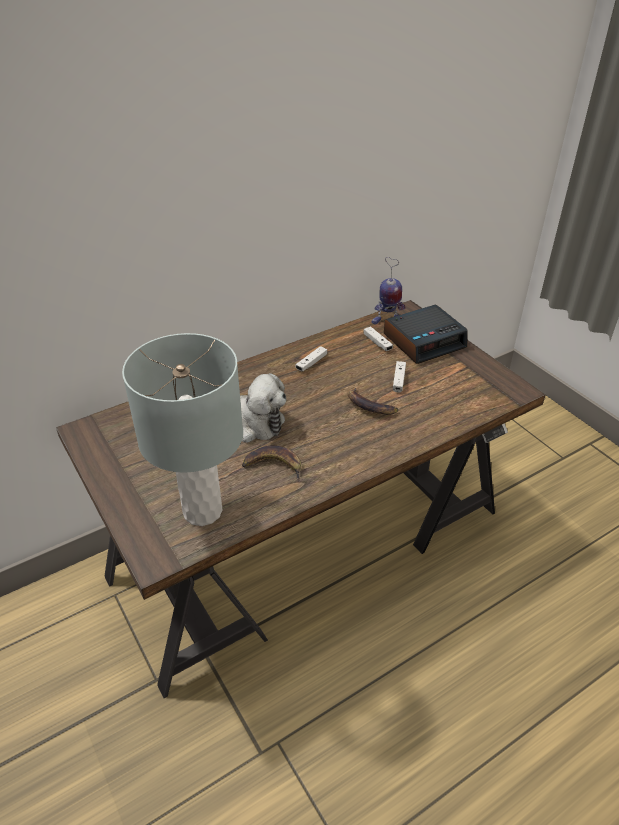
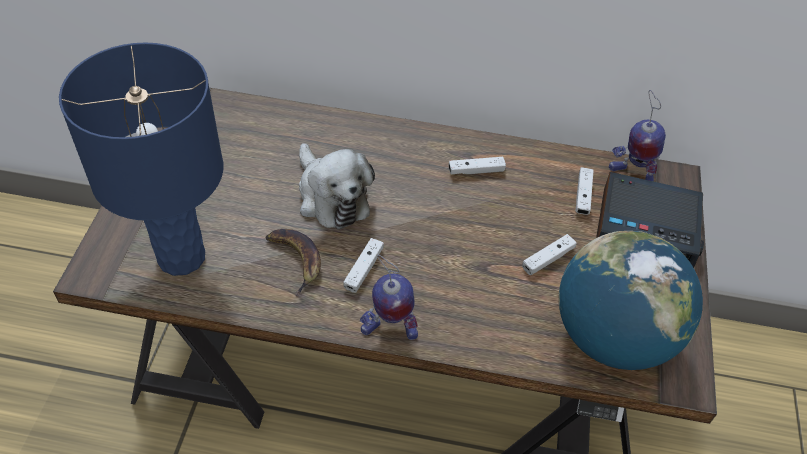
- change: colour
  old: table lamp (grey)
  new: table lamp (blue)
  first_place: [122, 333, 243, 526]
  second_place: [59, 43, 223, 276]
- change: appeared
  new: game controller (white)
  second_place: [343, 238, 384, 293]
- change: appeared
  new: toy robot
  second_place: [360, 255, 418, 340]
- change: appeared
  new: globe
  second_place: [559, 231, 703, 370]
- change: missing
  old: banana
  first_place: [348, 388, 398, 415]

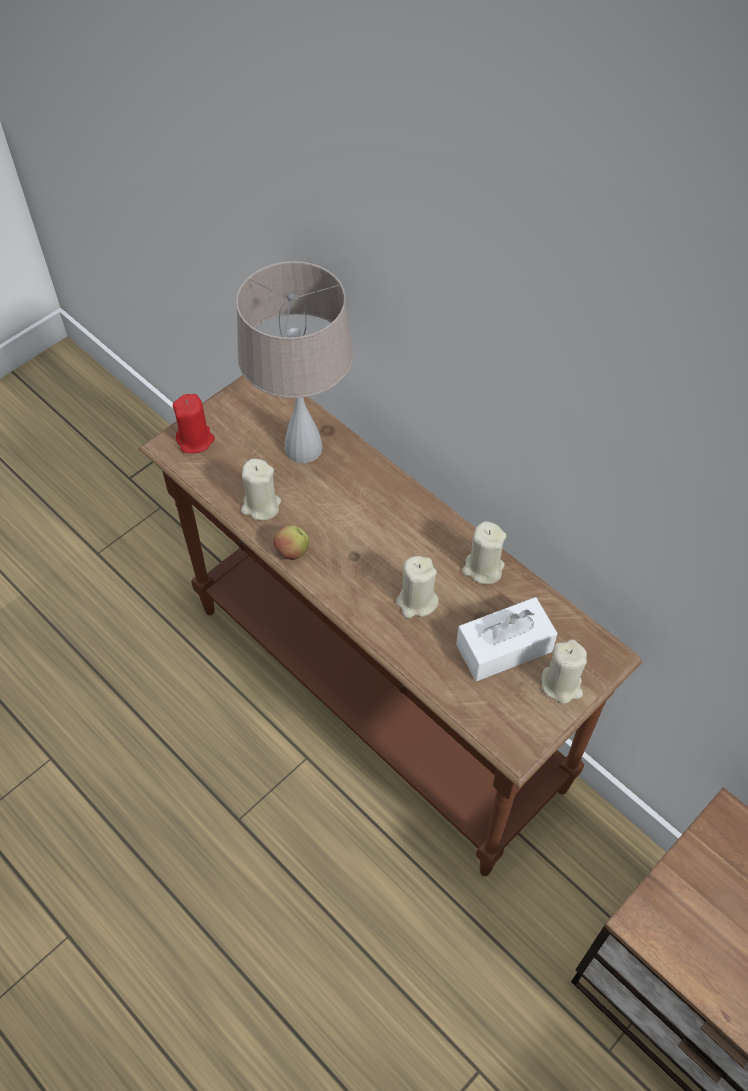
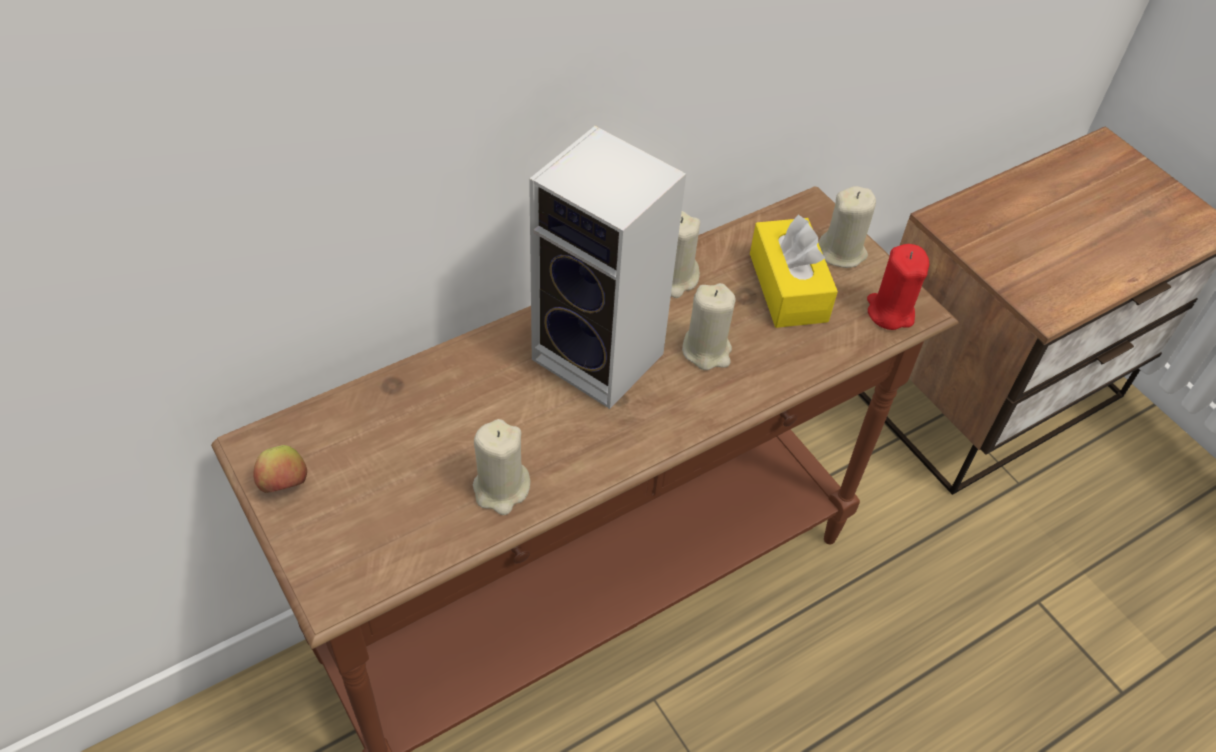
- change: relocated
  old: apple
  first_place: [273, 525, 309, 560]
  second_place: [253, 445, 307, 493]
- change: appeared
  new: speaker
  second_place: [529, 126, 686, 409]
- change: colour
  old: tissue box (white)
  new: tissue box (yellow)
  first_place: [456, 597, 558, 681]
  second_place: [750, 215, 838, 328]
- change: relocated
  old: candle (red)
  first_place: [173, 394, 215, 453]
  second_place: [867, 244, 930, 330]
- change: missing
  old: table lamp (beige)
  first_place: [236, 261, 354, 463]

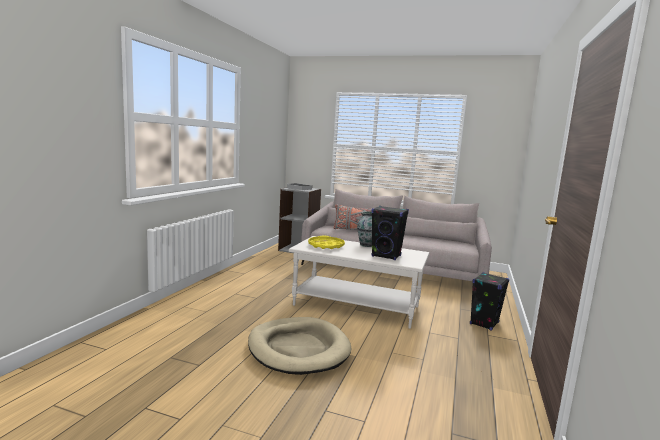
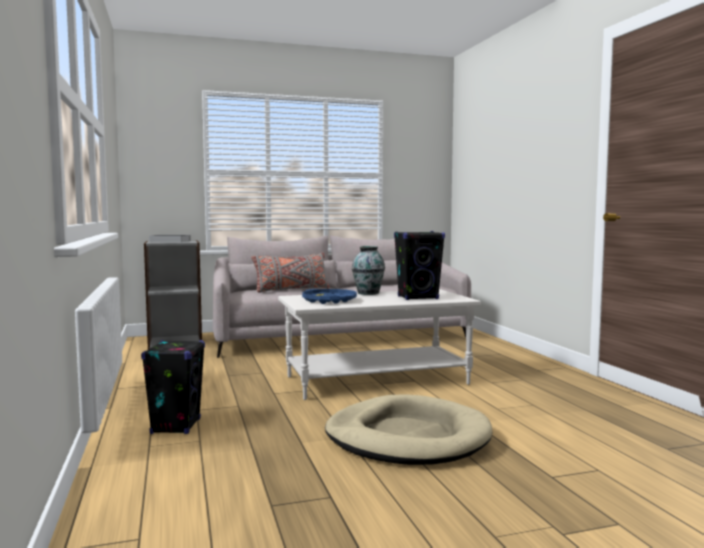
- change: relocated
  old: speaker (black)
  first_place: [470, 272, 509, 330]
  second_place: [141, 340, 205, 434]
- change: colour
  old: tray (yellow)
  new: tray (blue)
  first_place: [308, 236, 345, 249]
  second_place: [302, 289, 357, 304]

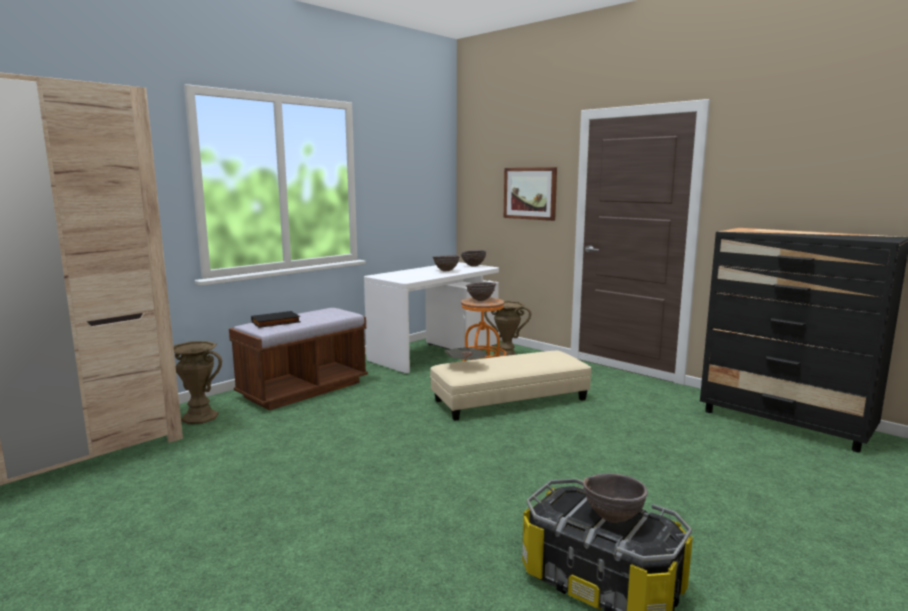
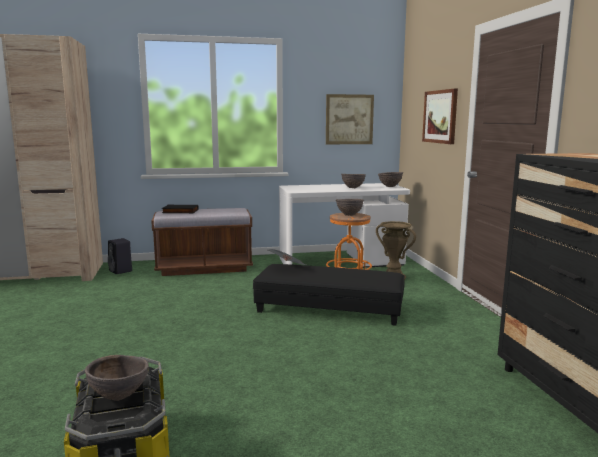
- change: exchanged
  old: vase (brown)
  new: speaker (black)
  first_place: [173, 341, 222, 424]
  second_place: [108, 238, 132, 274]
- change: colour
  old: ottoman (beige)
  new: ottoman (black)
  first_place: [430, 351, 591, 421]
  second_place: [253, 264, 405, 326]
- change: appeared
  new: picture
  second_place: [326, 94, 374, 144]

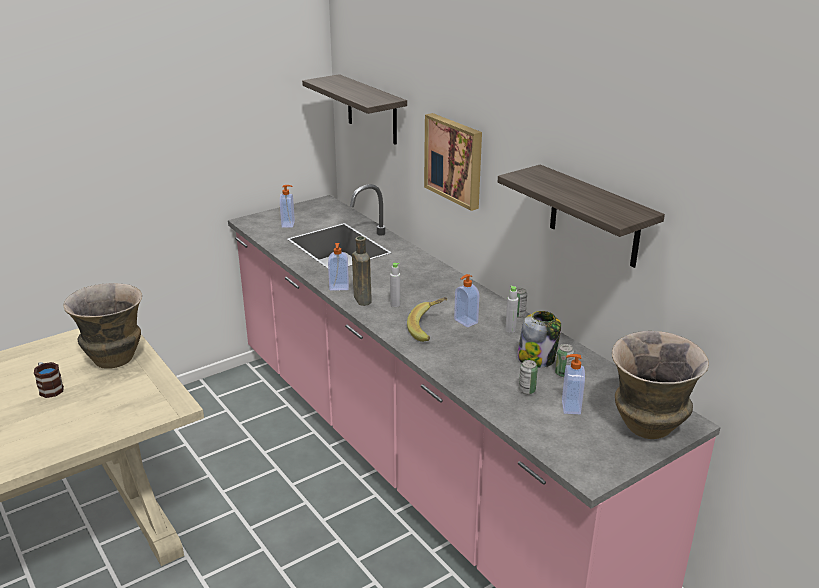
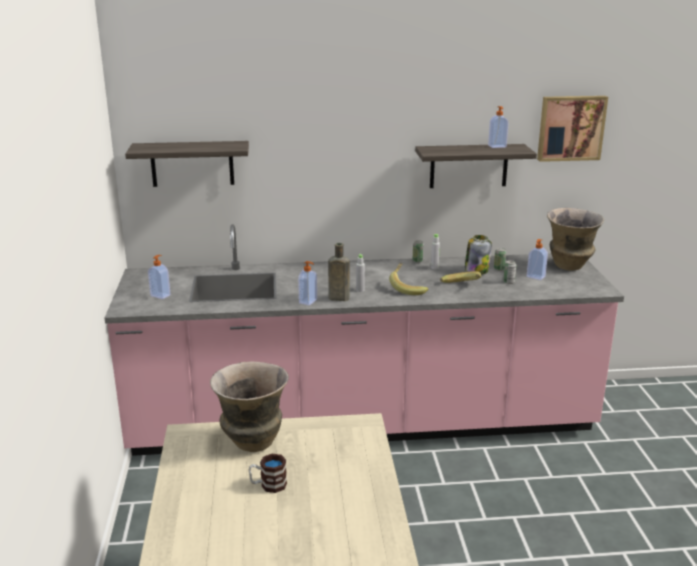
- change: appeared
  new: banana
  second_place: [440, 271, 482, 283]
- change: relocated
  old: soap dispenser
  first_place: [454, 274, 479, 327]
  second_place: [488, 106, 508, 148]
- change: relocated
  old: picture
  first_place: [424, 113, 482, 211]
  second_place: [537, 96, 608, 162]

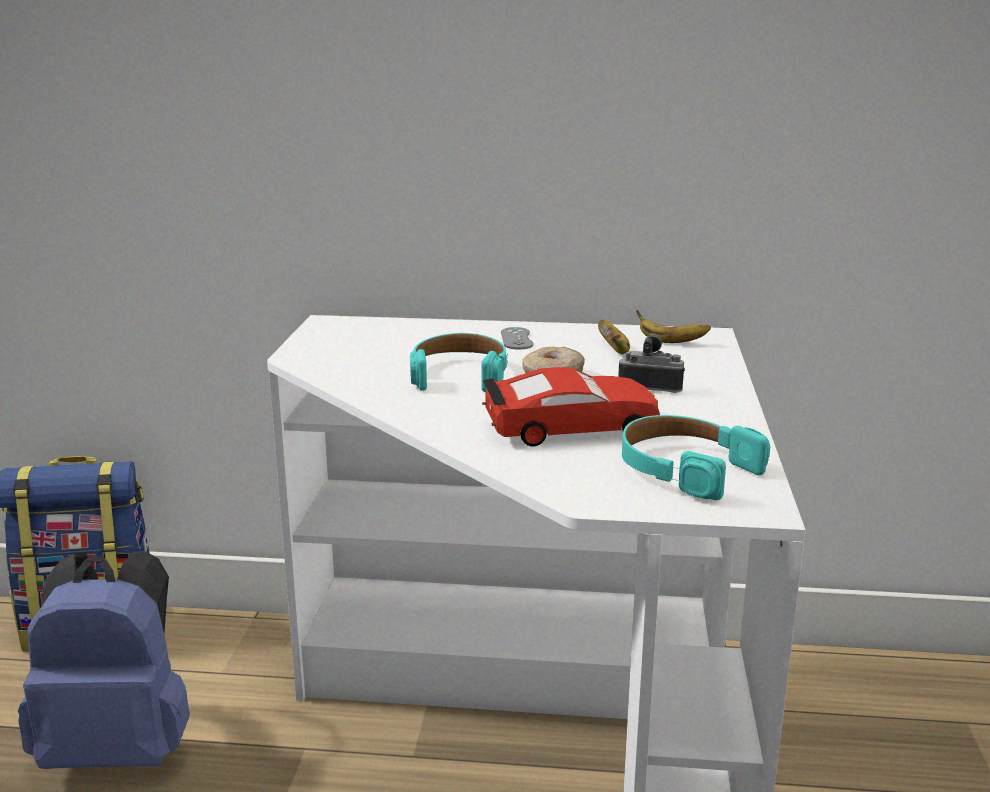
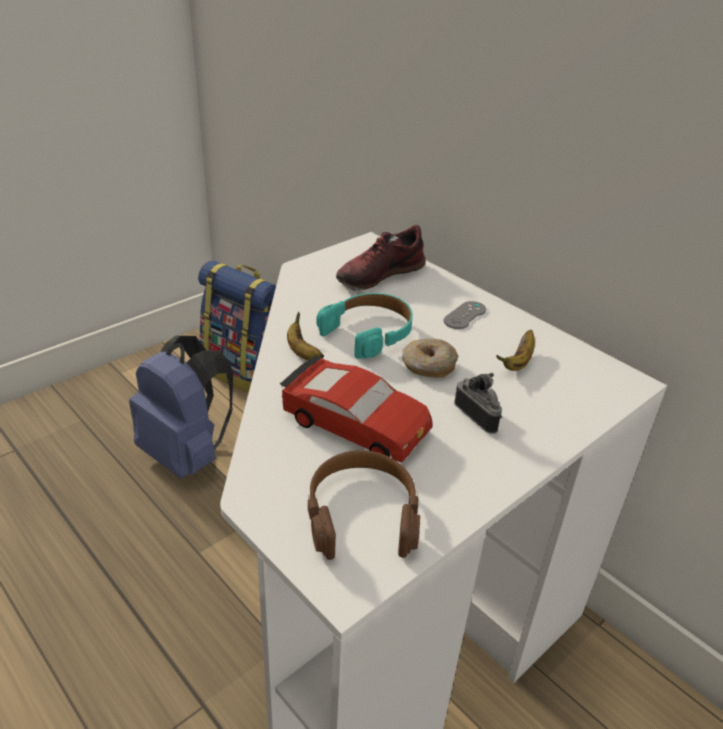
- change: relocated
  old: banana
  first_place: [636, 310, 711, 343]
  second_place: [287, 312, 324, 360]
- change: colour
  old: headphones (turquoise)
  new: headphones (brown)
  first_place: [622, 415, 770, 500]
  second_place: [308, 450, 420, 560]
- change: appeared
  new: shoe
  second_place: [336, 225, 425, 291]

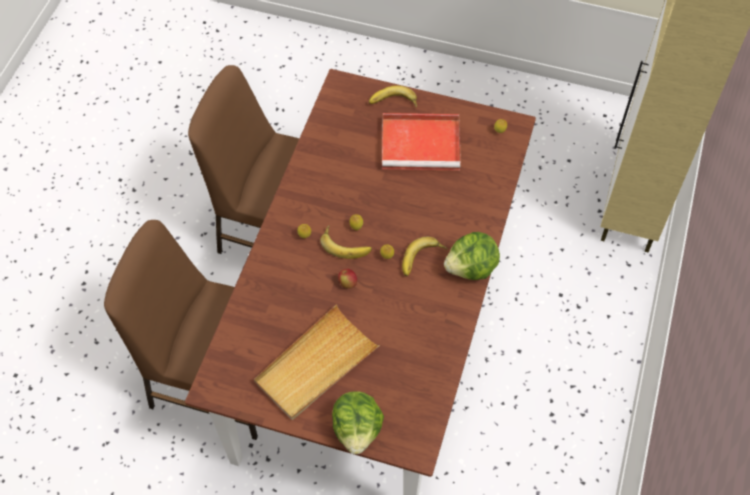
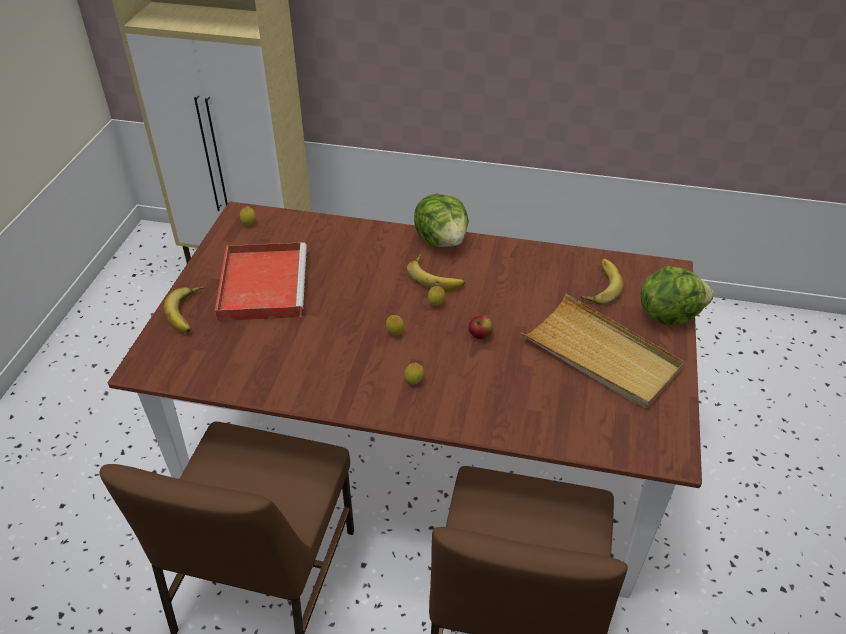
- change: relocated
  old: banana
  first_place: [320, 225, 372, 259]
  second_place: [581, 259, 623, 305]

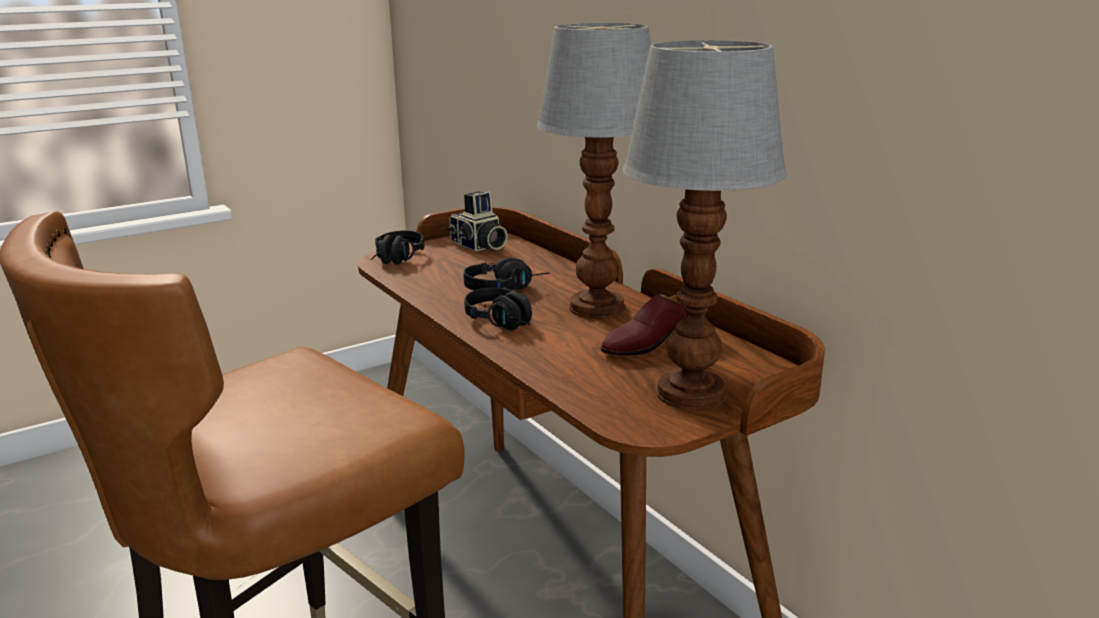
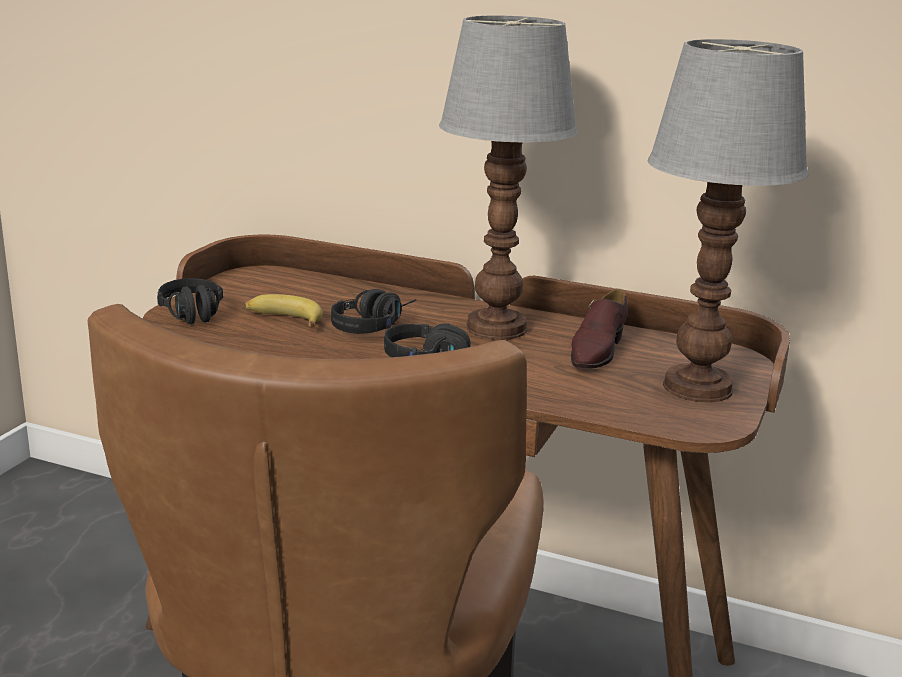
- change: appeared
  new: banana
  second_place: [245, 294, 323, 328]
- change: missing
  old: photo camera
  first_place: [447, 191, 508, 251]

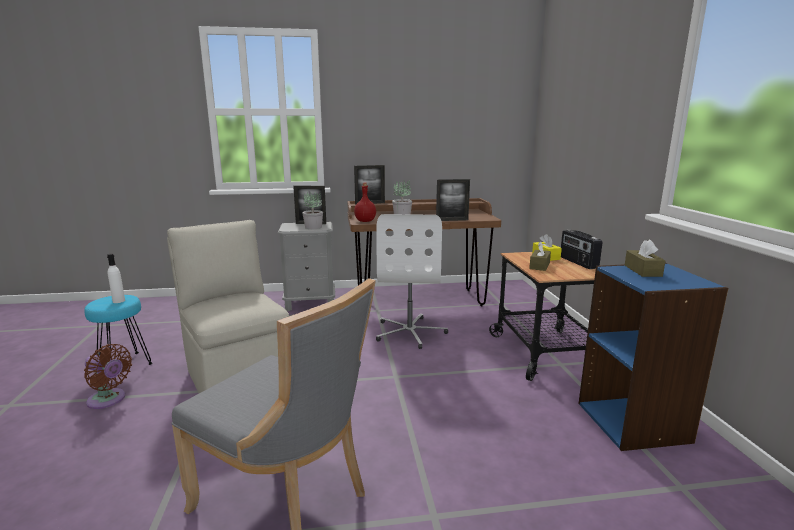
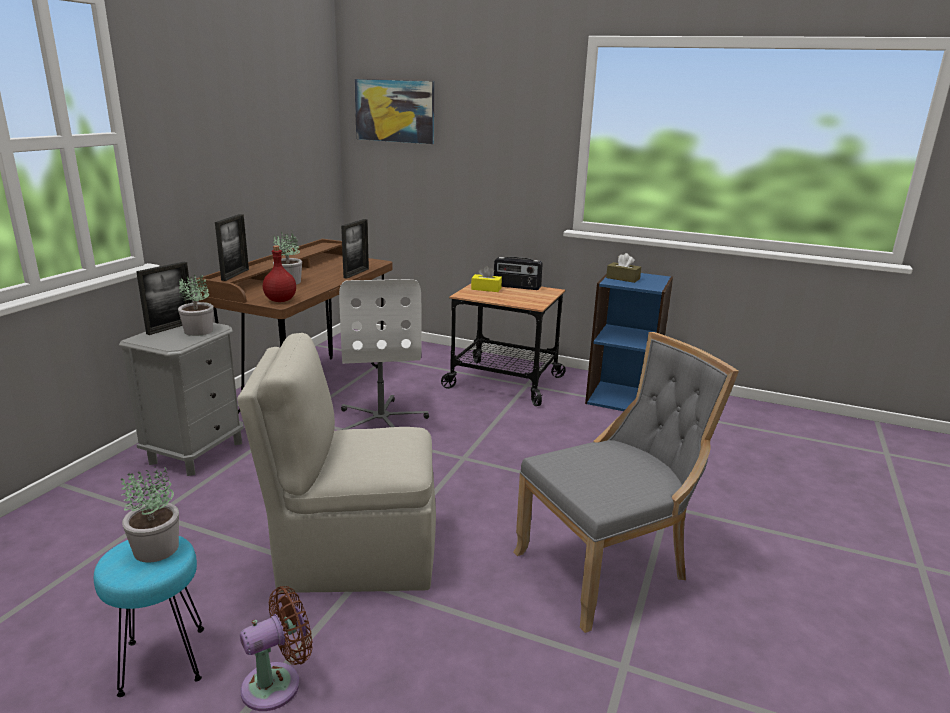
- change: exchanged
  old: bottle (white)
  new: potted plant
  first_place: [107, 254, 125, 303]
  second_place: [121, 467, 179, 563]
- change: spun
  old: office chair (white)
  first_place: [376, 214, 448, 349]
  second_place: [339, 279, 429, 430]
  degrees: 45
- change: appeared
  new: picture
  second_place: [354, 79, 434, 144]
- change: missing
  old: tissue box (brown)
  first_place: [529, 241, 551, 271]

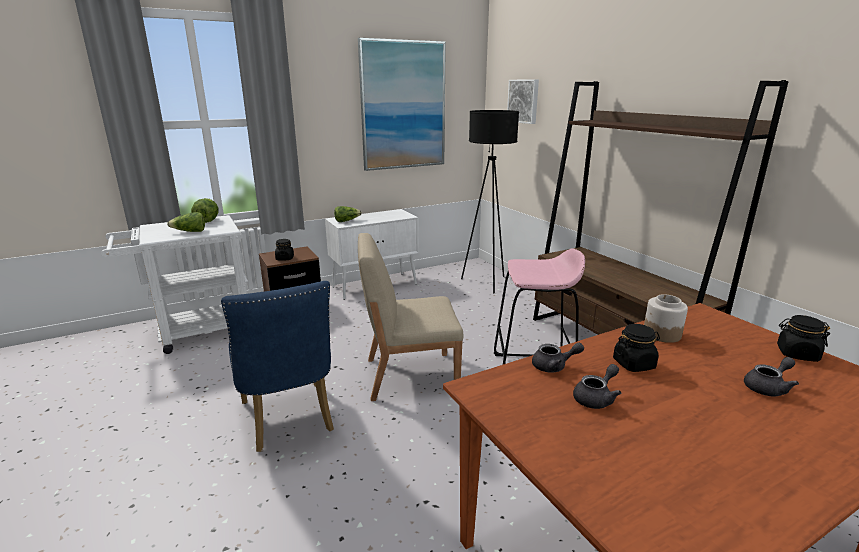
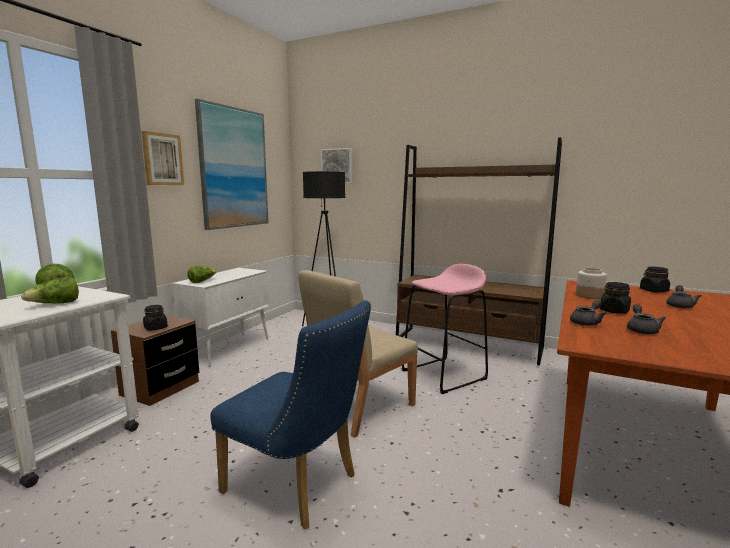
- change: appeared
  new: picture
  second_place: [141, 131, 184, 185]

